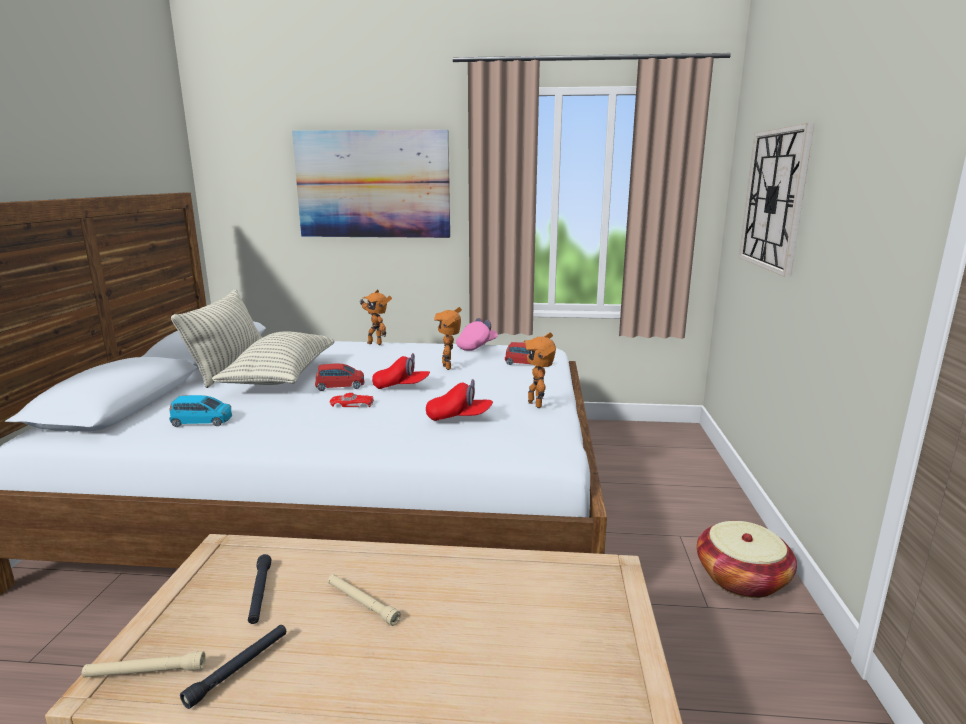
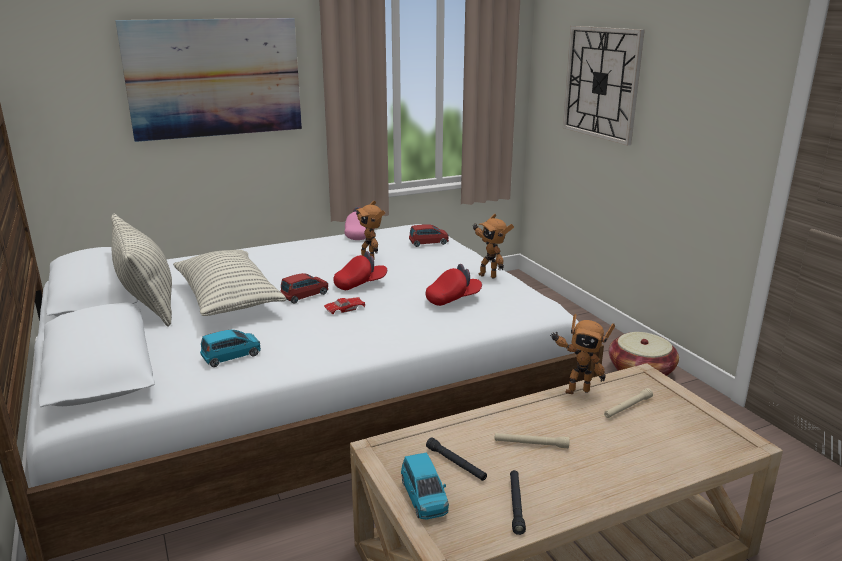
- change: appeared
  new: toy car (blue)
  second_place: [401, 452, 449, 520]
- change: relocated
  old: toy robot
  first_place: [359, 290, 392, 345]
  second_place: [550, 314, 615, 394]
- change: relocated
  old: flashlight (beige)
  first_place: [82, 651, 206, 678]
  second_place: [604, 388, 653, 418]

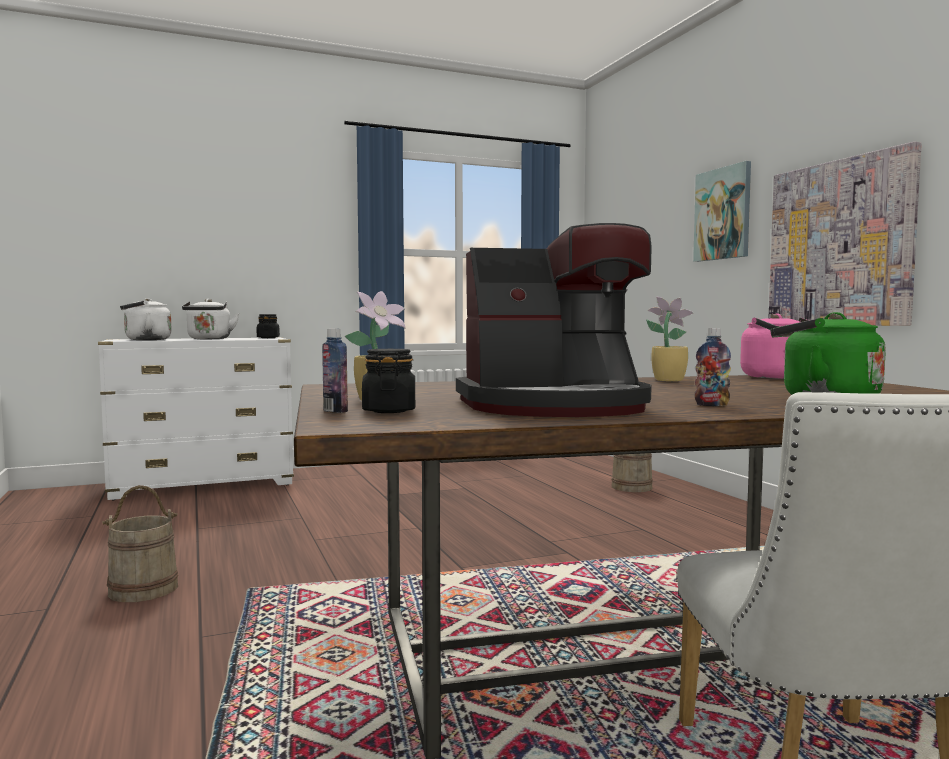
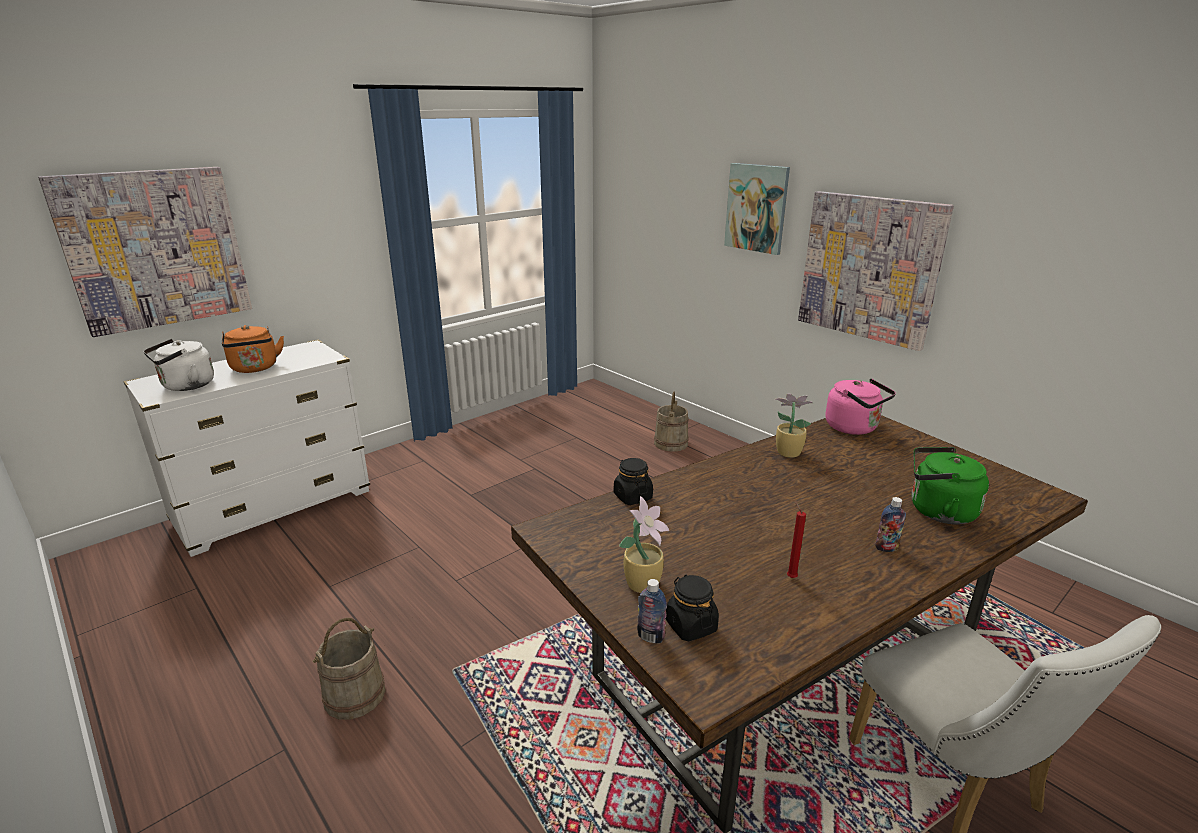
- change: appeared
  new: picture
  second_place: [38, 167, 252, 337]
- change: colour
  old: kettle (white)
  new: kettle (orange)
  first_place: [182, 299, 239, 339]
  second_place: [222, 325, 284, 373]
- change: relocated
  old: jar (black)
  first_place: [257, 314, 280, 338]
  second_place: [614, 458, 653, 505]
- change: exchanged
  old: coffee machine
  new: candle (red)
  first_place: [456, 223, 652, 417]
  second_place: [787, 502, 806, 578]

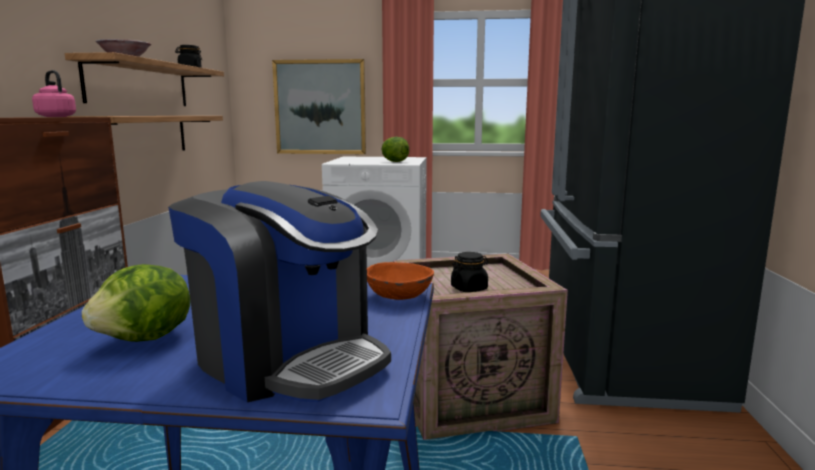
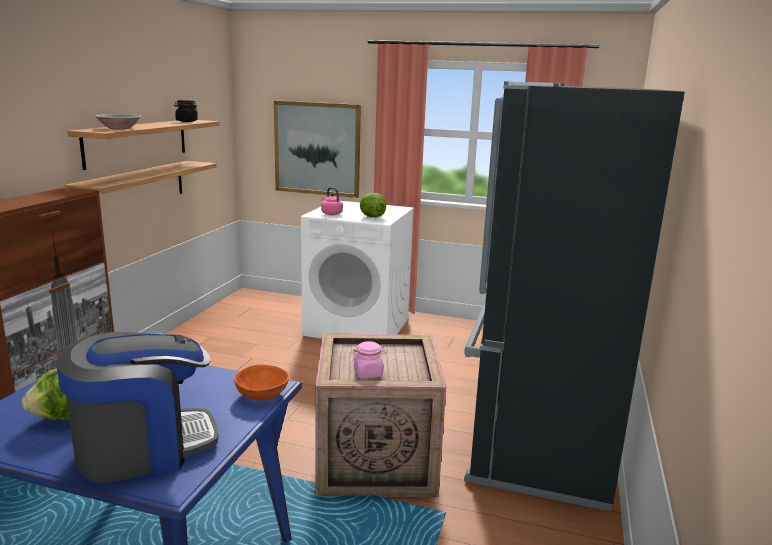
- change: spun
  old: coffee machine
  first_place: [168, 181, 391, 402]
  second_place: [56, 332, 219, 482]
  degrees: -75
- change: relocated
  old: kettle (pink)
  first_place: [32, 70, 76, 117]
  second_place: [321, 187, 343, 215]
- change: colour
  old: jar (black)
  new: jar (pink)
  first_place: [451, 252, 489, 292]
  second_place: [352, 341, 386, 378]

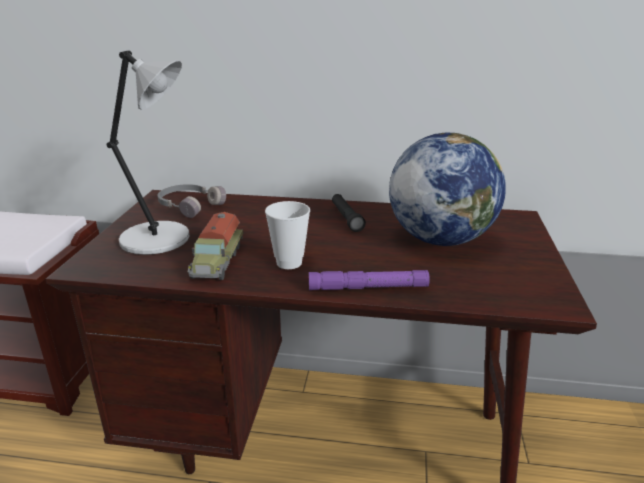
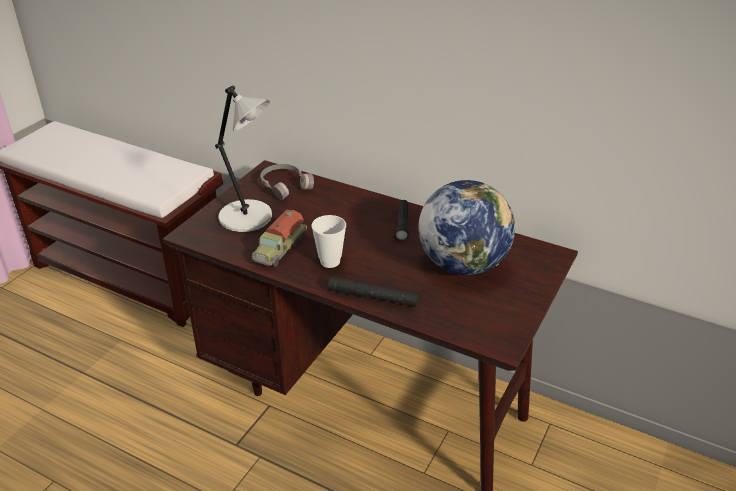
- change: colour
  old: flashlight (purple)
  new: flashlight (black)
  first_place: [309, 270, 430, 290]
  second_place: [328, 277, 419, 307]

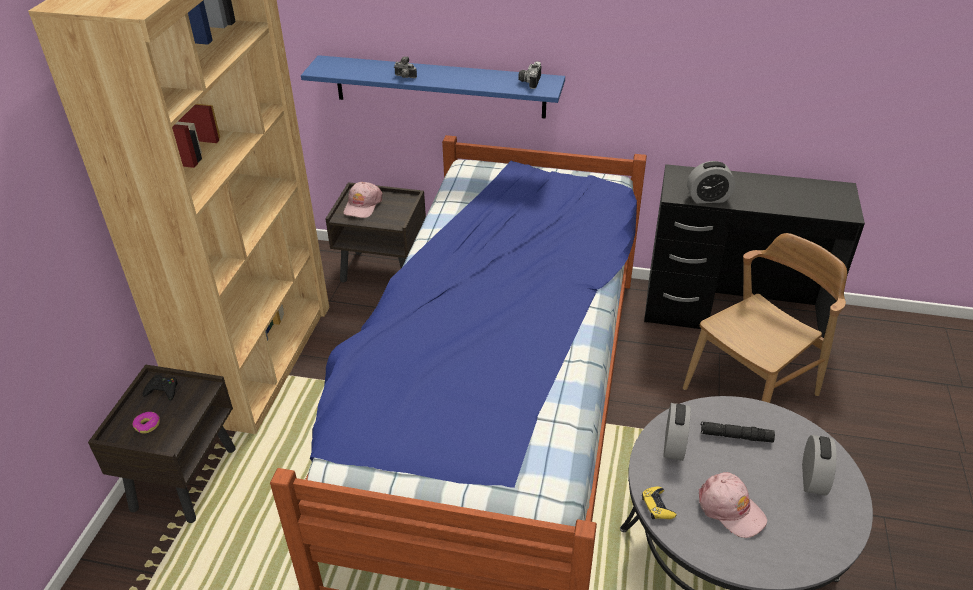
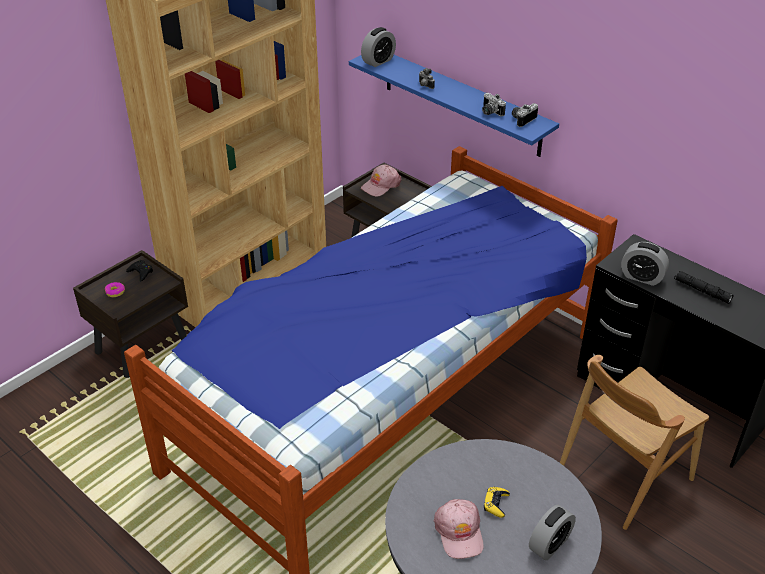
- change: relocated
  old: alarm clock
  first_place: [663, 403, 691, 461]
  second_place: [361, 27, 396, 67]
- change: appeared
  new: photo camera
  second_place: [482, 93, 506, 116]
- change: relocated
  old: game controller (yellow)
  first_place: [642, 487, 677, 519]
  second_place: [484, 487, 510, 518]
- change: spun
  old: chair (brown)
  first_place: [683, 233, 847, 403]
  second_place: [560, 355, 709, 530]
  degrees: 150
- change: relocated
  old: flashlight (black)
  first_place: [701, 421, 775, 443]
  second_place: [674, 271, 734, 304]

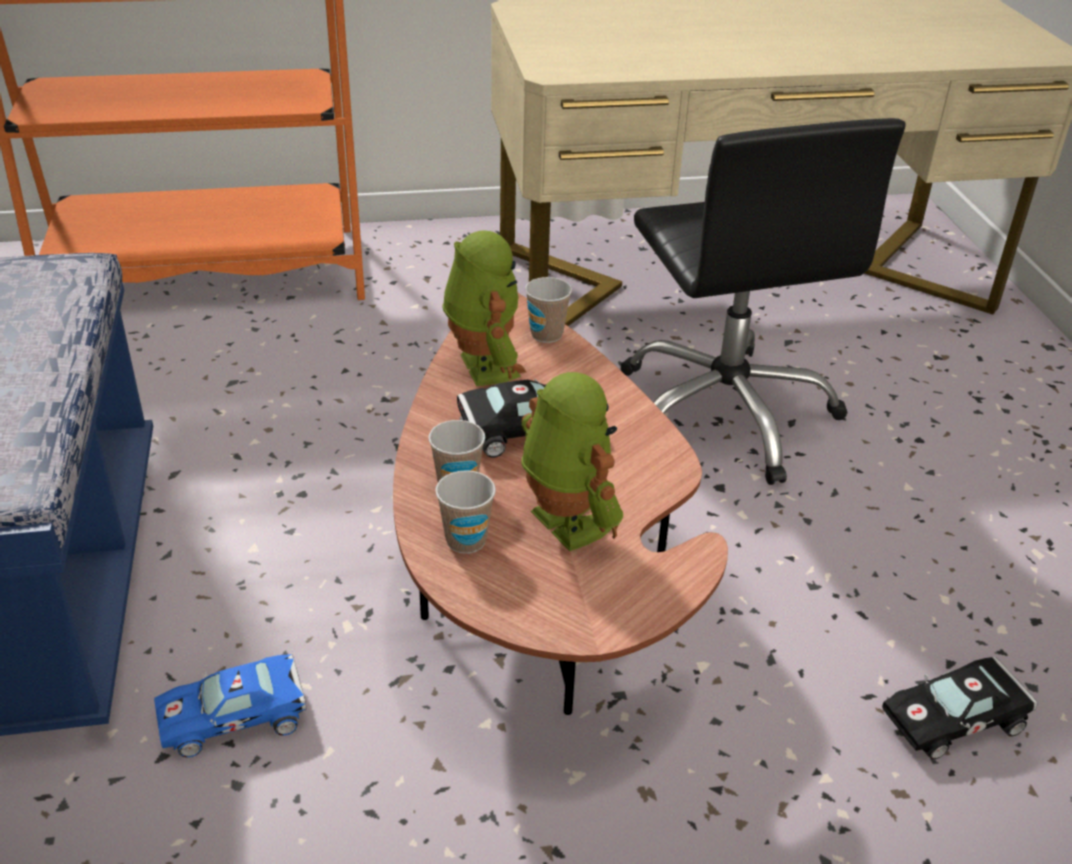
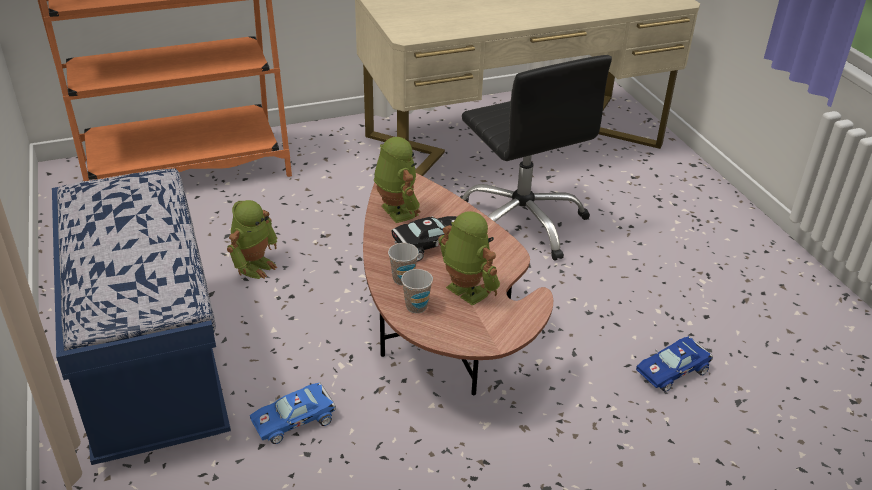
- change: appeared
  new: toy robot
  second_place: [227, 200, 277, 279]
- change: colour
  old: toy car (black)
  new: toy car (blue)
  first_place: [882, 657, 1037, 759]
  second_place: [636, 336, 713, 392]
- change: missing
  old: cup
  first_place: [525, 277, 572, 343]

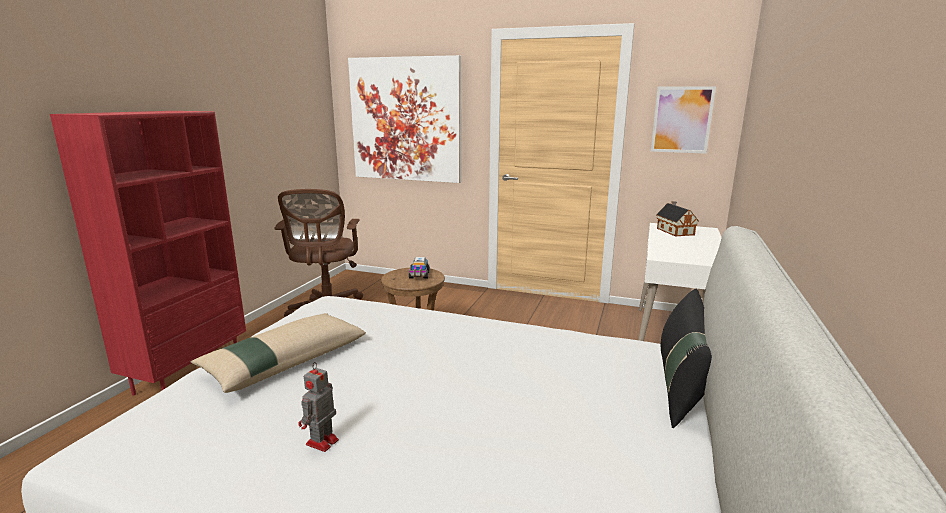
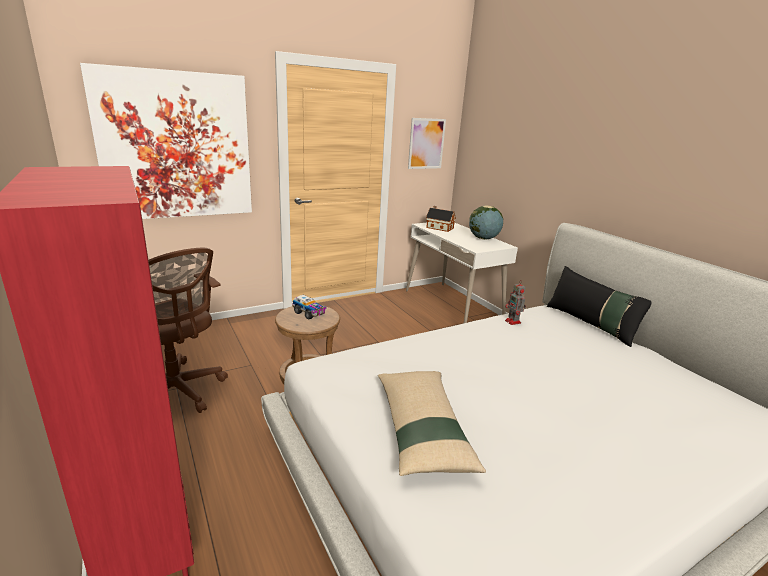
- change: appeared
  new: globe
  second_place: [469, 206, 503, 240]
- change: relocated
  old: toy robot
  first_place: [298, 362, 339, 452]
  second_place: [505, 280, 526, 325]

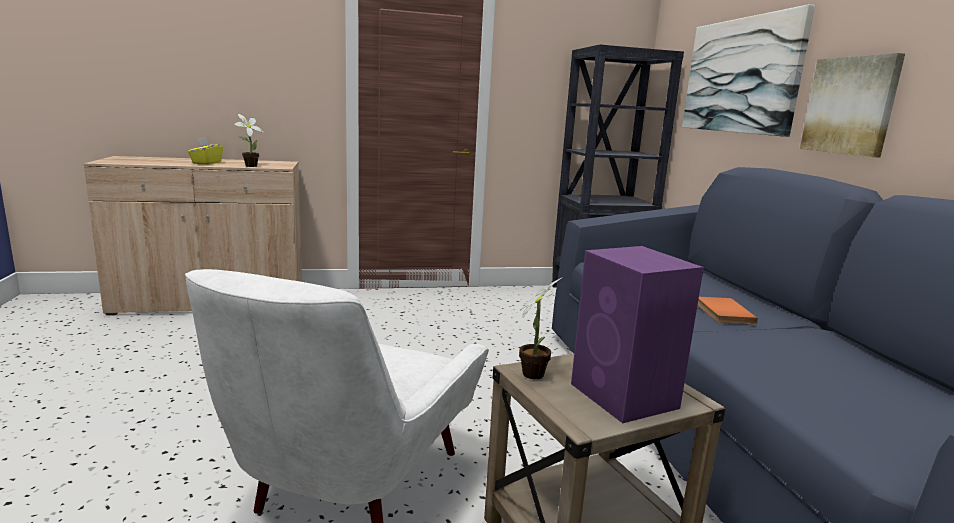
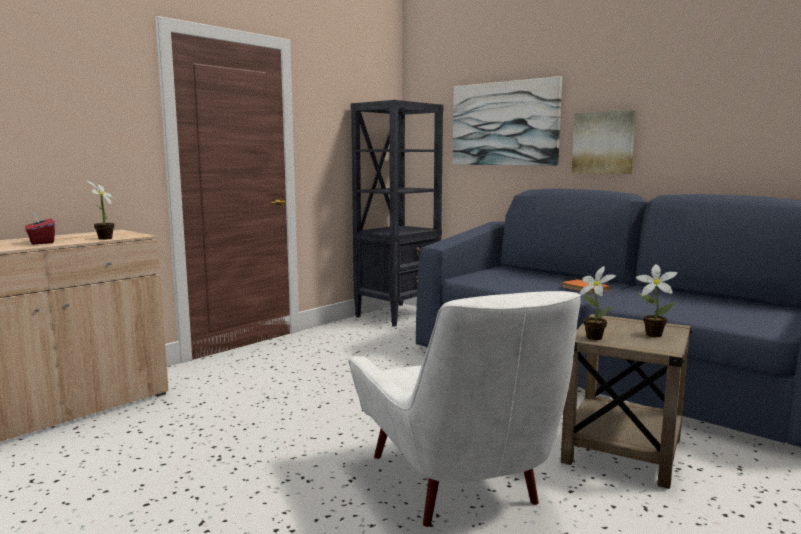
- change: colour
  old: tissue box (yellow)
  new: tissue box (red)
  first_place: [188, 137, 223, 164]
  second_place: [25, 212, 55, 244]
- change: exchanged
  old: speaker (purple)
  new: potted plant
  first_place: [571, 246, 704, 423]
  second_place: [636, 264, 678, 337]

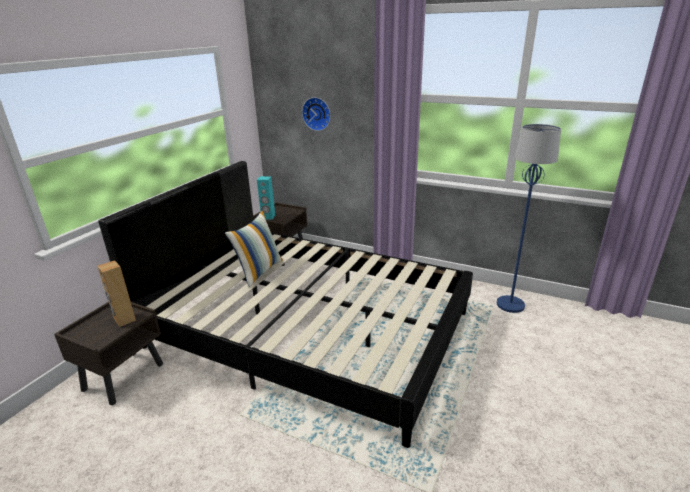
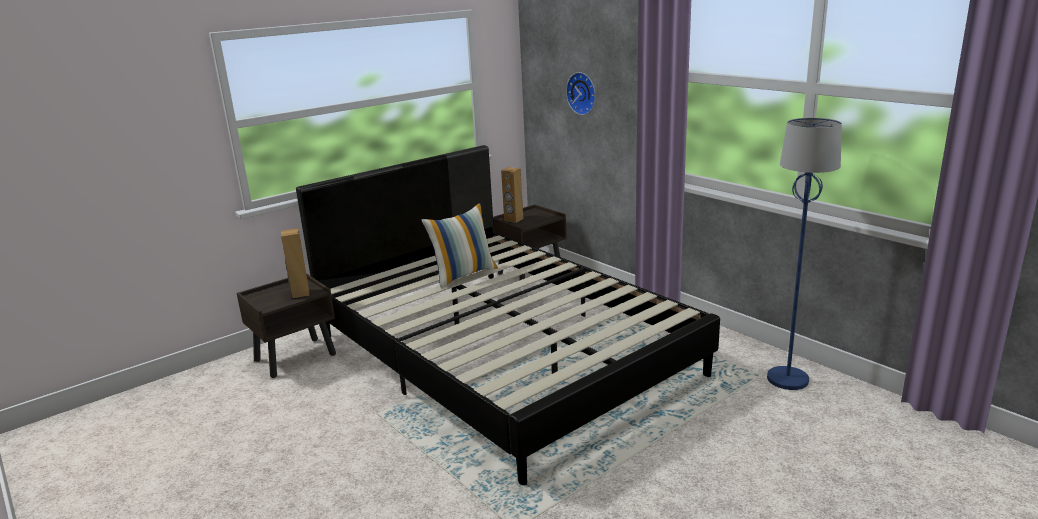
- change: colour
  old: speaker (turquoise)
  new: speaker (brown)
  first_place: [257, 176, 275, 220]
  second_place: [501, 167, 523, 223]

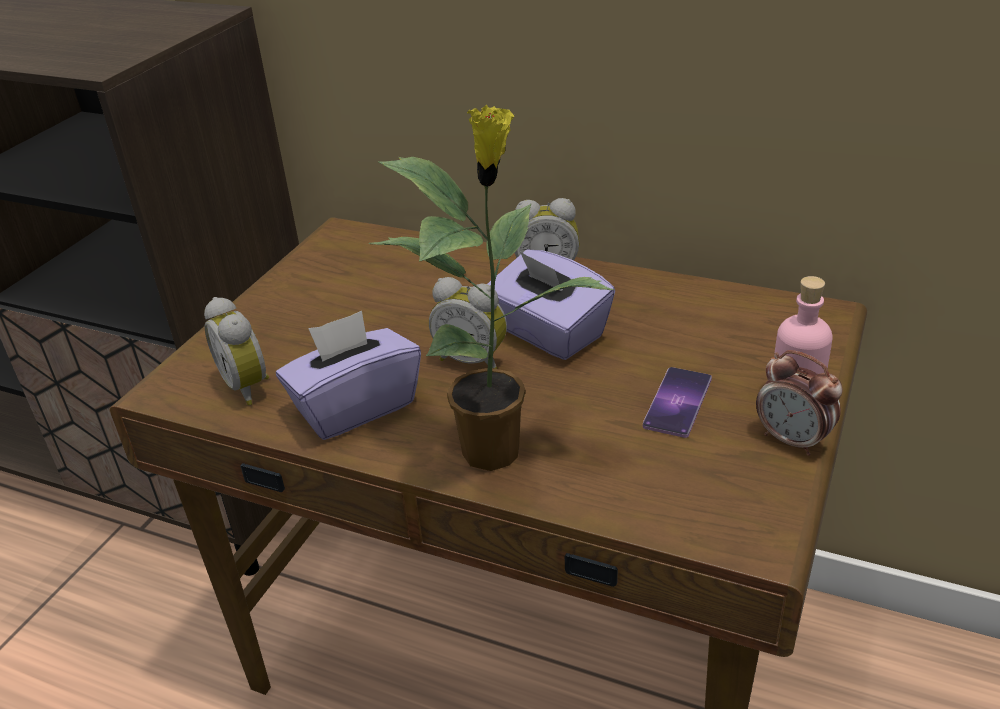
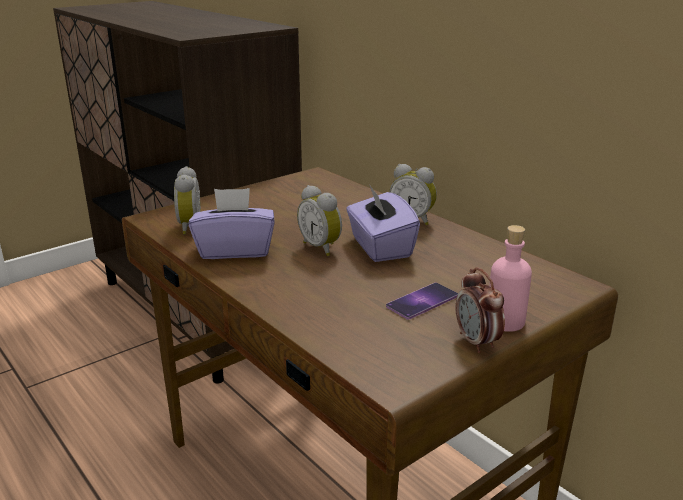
- change: missing
  old: potted plant
  first_place: [368, 105, 614, 471]

